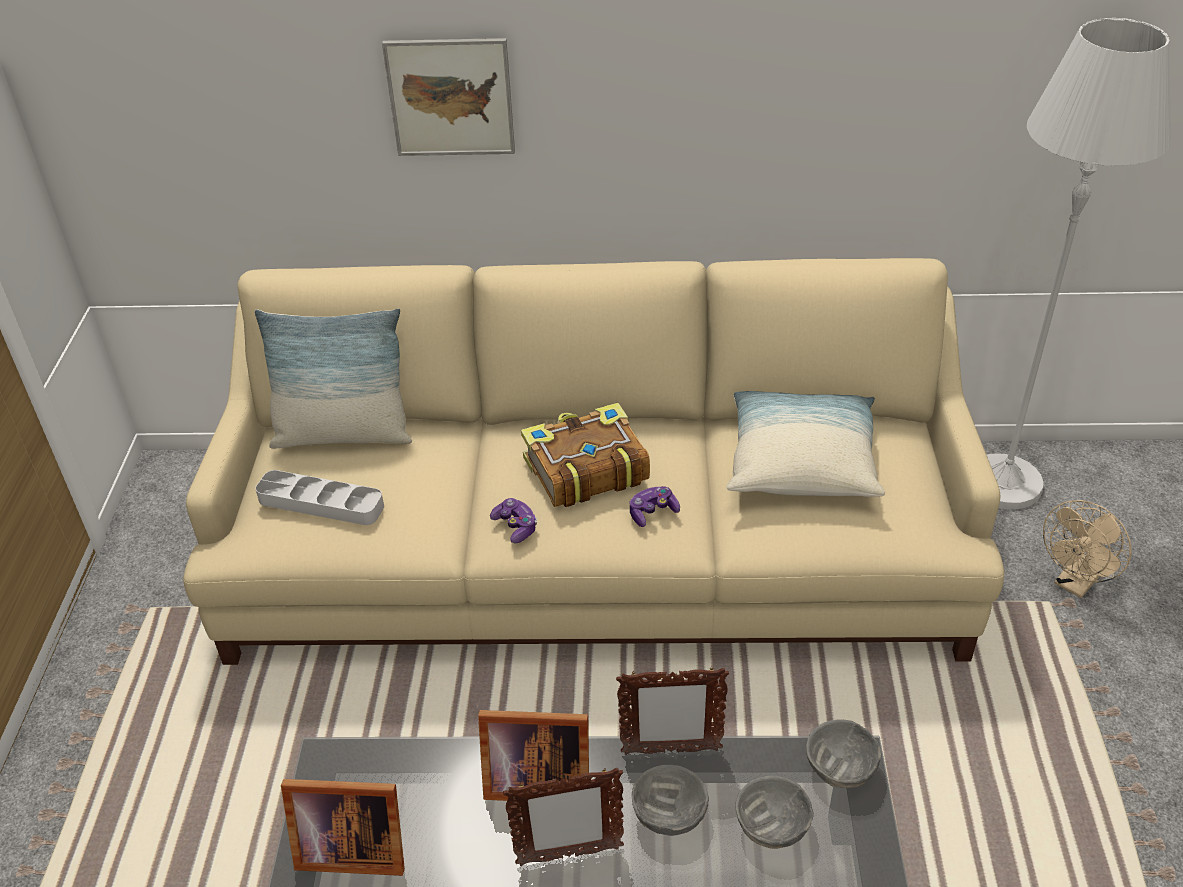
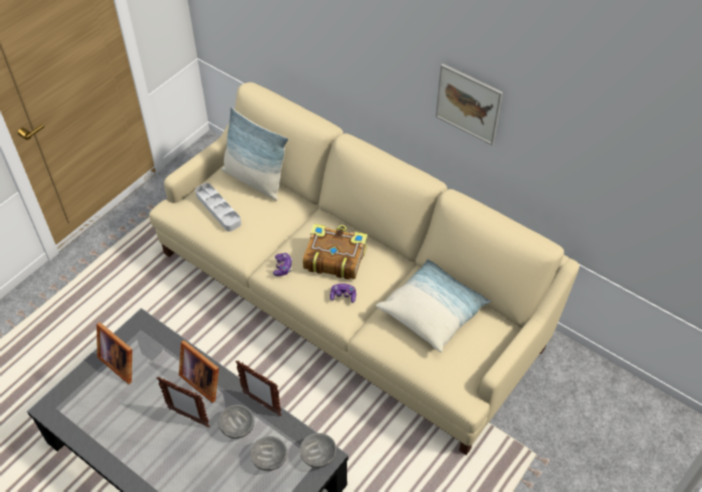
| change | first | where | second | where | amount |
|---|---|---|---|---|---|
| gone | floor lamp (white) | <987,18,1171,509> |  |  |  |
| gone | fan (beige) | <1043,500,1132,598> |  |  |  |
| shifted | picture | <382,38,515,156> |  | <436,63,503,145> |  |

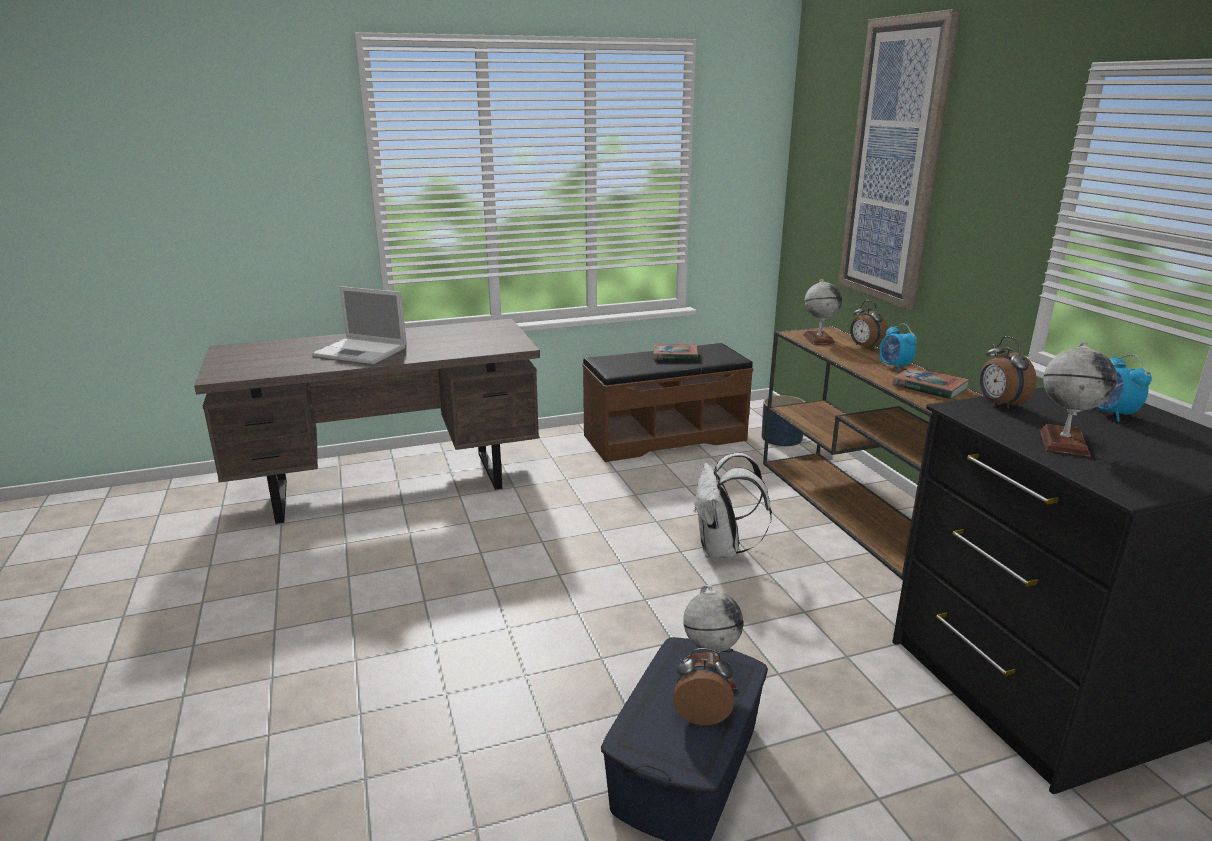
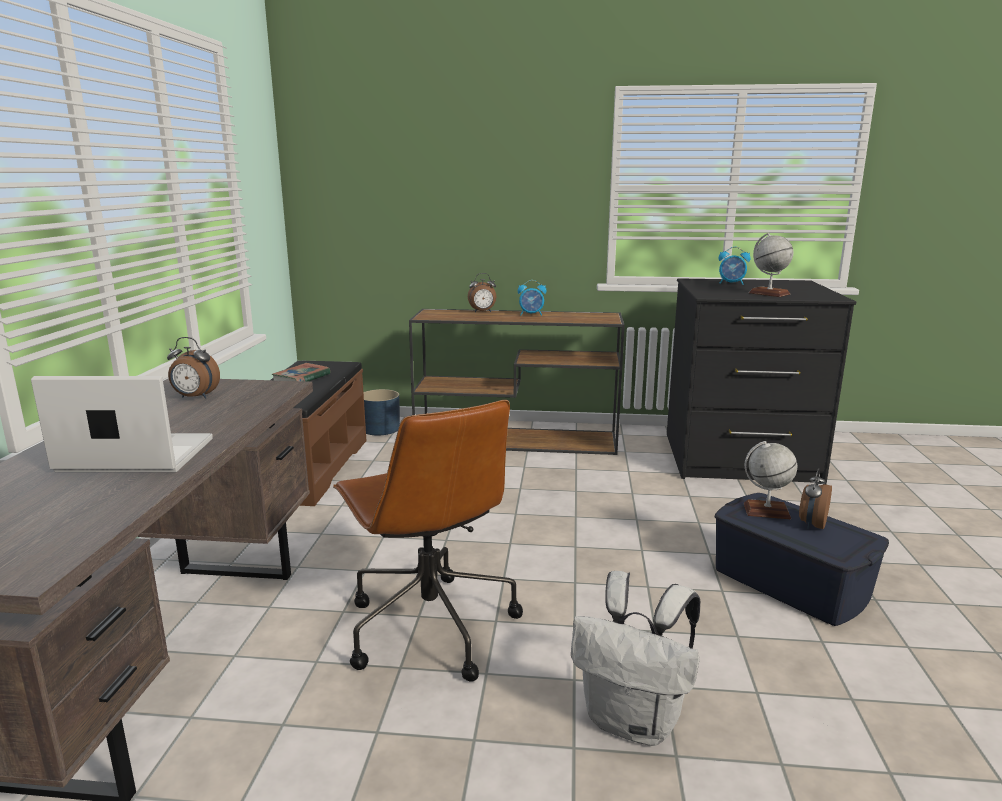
| change | first | where | second | where | amount |
|---|---|---|---|---|---|
| gone | globe | <803,279,842,345> |  |  |  |
| gone | picture | <838,9,961,310> |  |  |  |
| gone | book | <892,367,970,400> |  |  |  |
| new |  |  | office chair (brown) | <333,400,523,682> |  |
| shifted | backpack (white) | <694,453,772,558> |  | <571,571,700,746> |  |
| shifted | alarm clock | <979,336,1037,409> |  | <167,337,220,399> |  |
| rotated | laptop | <312,286,407,364> |  | <31,376,213,472> | 135 degrees counterclockwise |

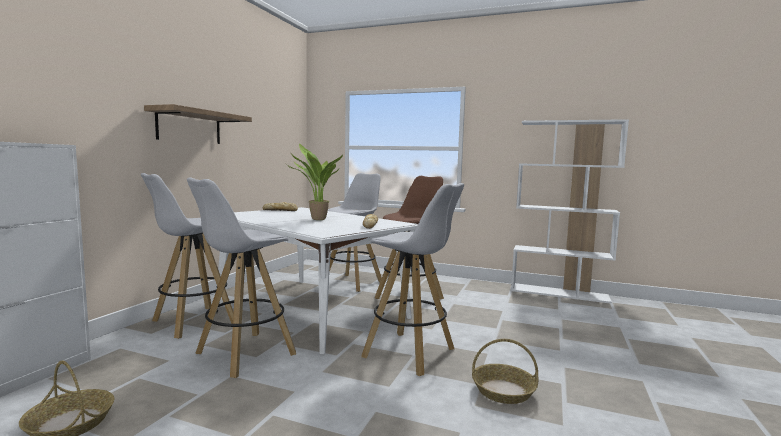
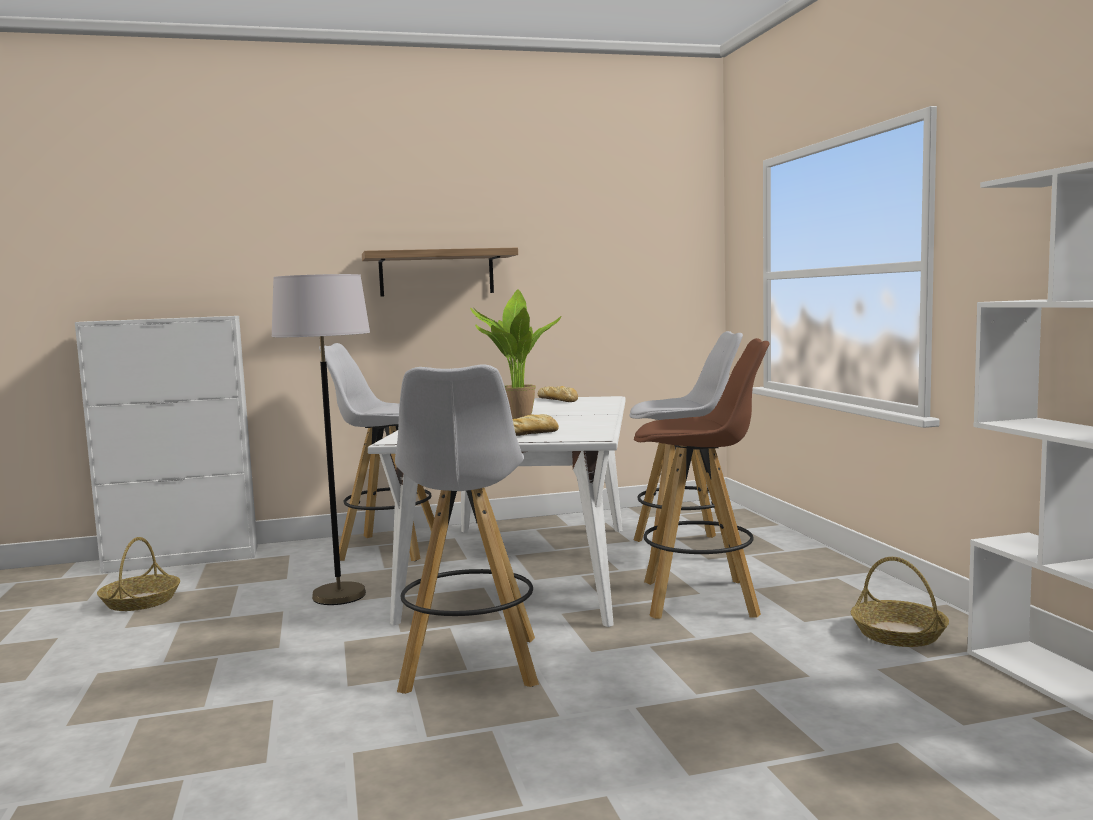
| change | first | where | second | where | amount |
|---|---|---|---|---|---|
| shifted | basket | <472,339,538,404> |  | <851,557,949,647> |  |
| swapped | stool (white) | <187,177,296,378> | floor lamp (grey) | <272,274,370,605> |  |

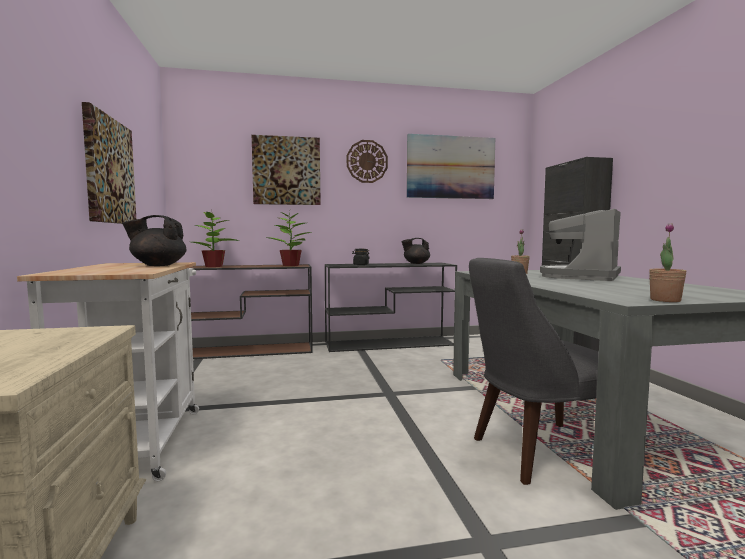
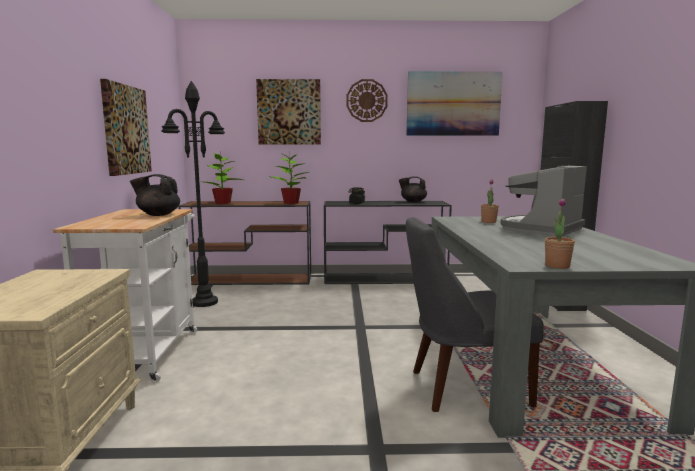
| change | first | where | second | where | amount |
|---|---|---|---|---|---|
| new |  |  | floor lamp (black) | <161,81,225,307> |  |

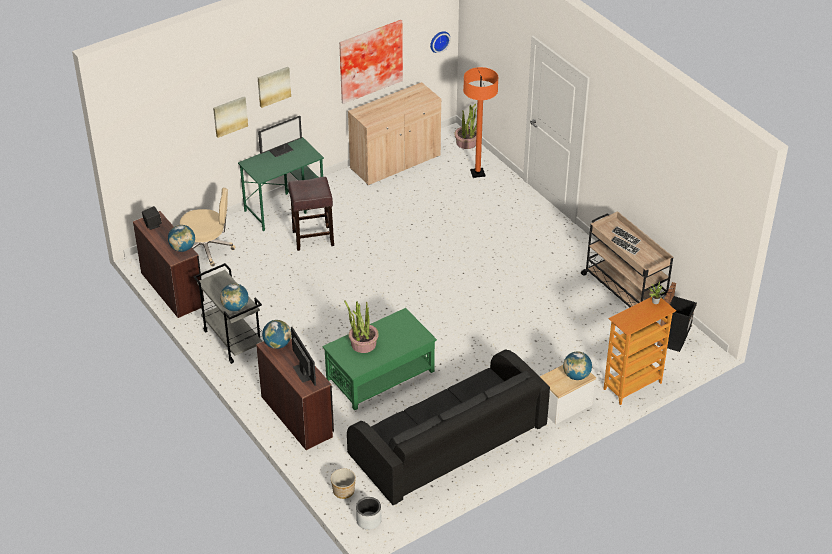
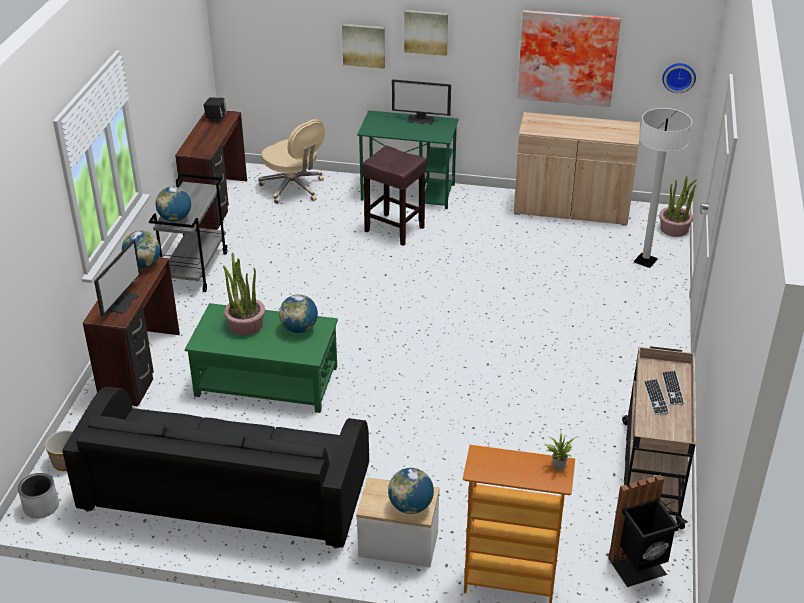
| change | first | where | second | where | amount |
|---|---|---|---|---|---|
| shifted | globe | <168,225,195,252> |  | <279,294,318,333> |  |
| repainted | floor lamp (orange) | <463,67,499,178> | floor lamp (white) | <634,108,692,268> |  |

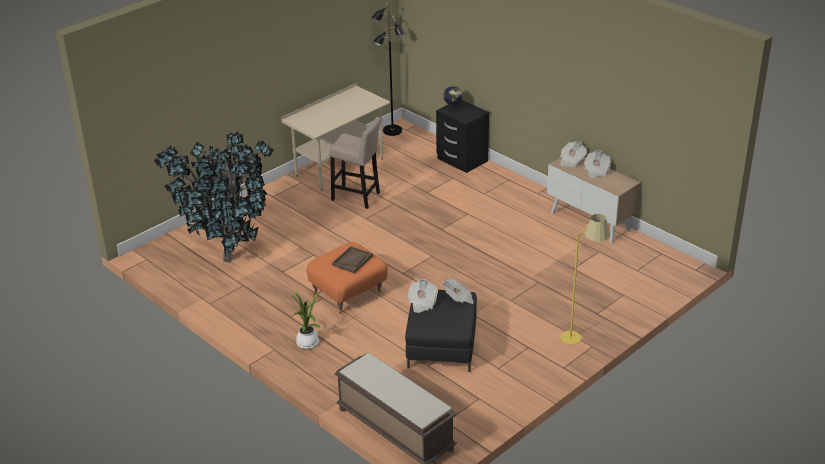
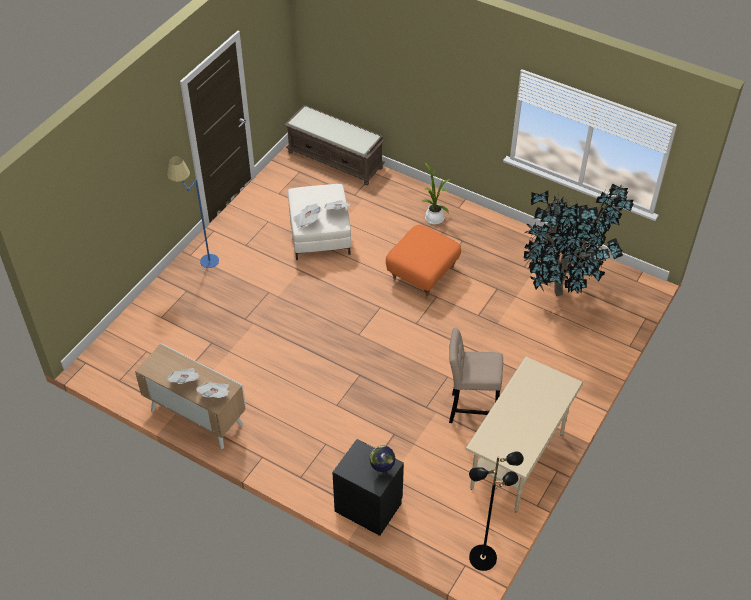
| change | first | where | second | where | amount |
|---|---|---|---|---|---|
| gone | tray (brown) | <332,246,373,273> |  |  |  |
| repainted | ottoman (black) | <405,290,477,372> | ottoman (white) | <288,184,351,260> |  |
| repainted | floor lamp (yellow) | <560,214,610,345> | floor lamp (blue) | <167,156,219,268> |  |

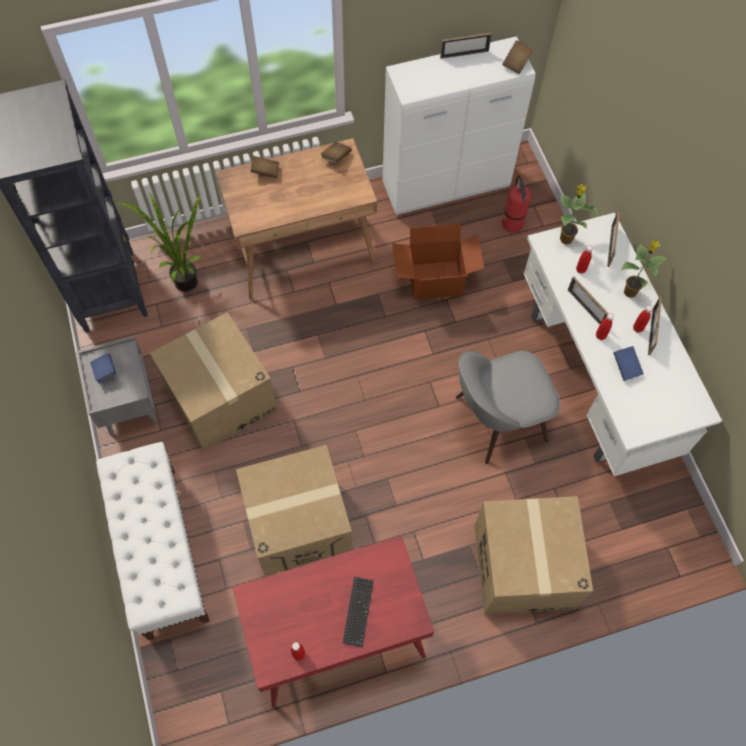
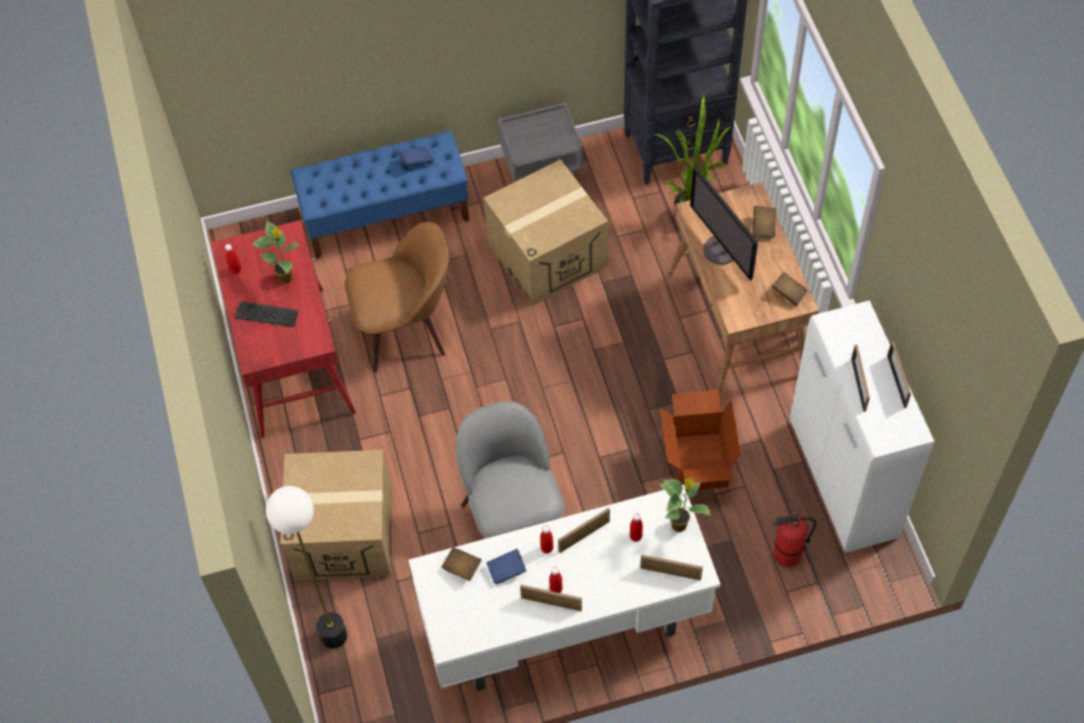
| change | first | where | second | where | amount |
|---|---|---|---|---|---|
| new |  |  | floor lamp | <266,486,347,649> |  |
| new |  |  | monitor | <690,168,758,281> |  |
| new |  |  | picture frame | <851,345,870,412> |  |
| shifted | book (blue) | <90,353,116,383> |  | <399,146,433,166> |  |
| shifted | book (brown) | <502,40,534,74> |  | <441,547,481,581> |  |
| shifted | potted plant | <621,240,668,298> |  | <252,221,301,284> |  |
| swapped | cardboard box | <236,445,353,577> | chair (brown) | <344,222,449,373> |  |
| repainted | bench (white) | <96,442,210,640> | bench (blue) | <290,131,469,259> |  |

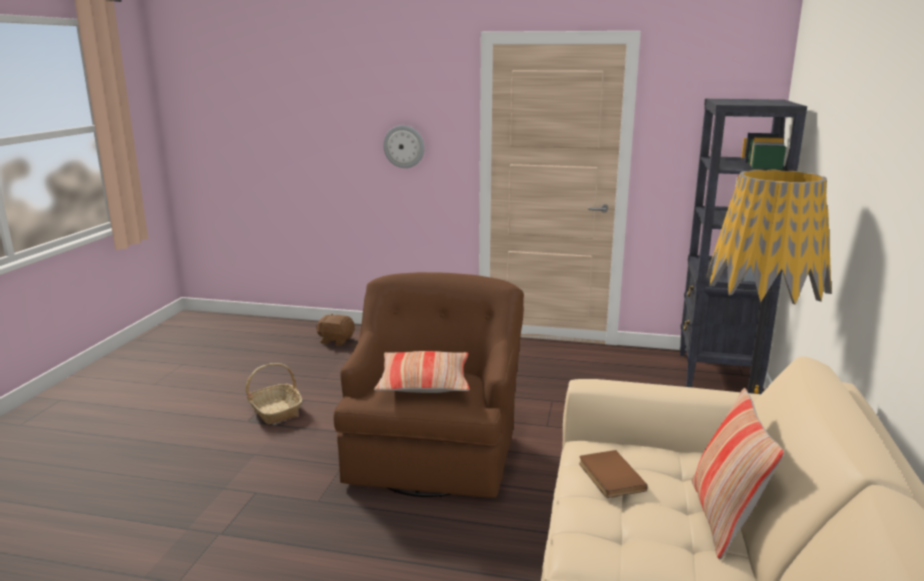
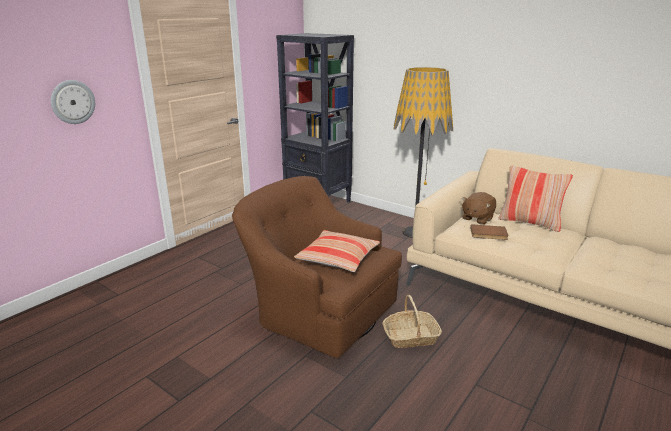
| change | first | where | second | where | amount |
|---|---|---|---|---|---|
| shifted | basket | <246,363,302,425> |  | <382,295,442,348> |  |
| shifted | plush toy (brown) | <316,314,355,346> |  | <462,192,496,225> |  |

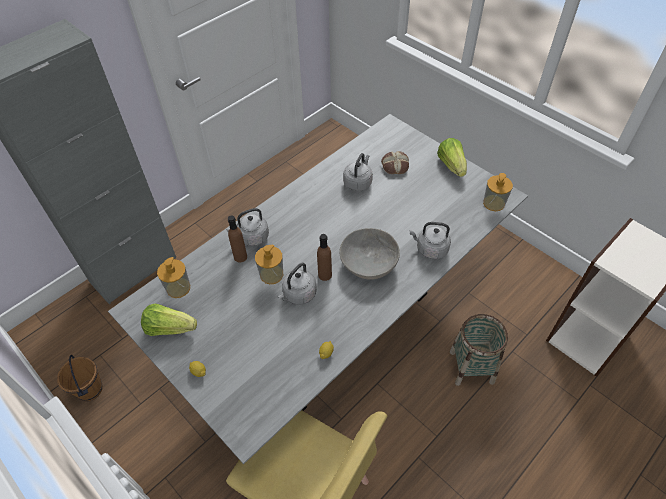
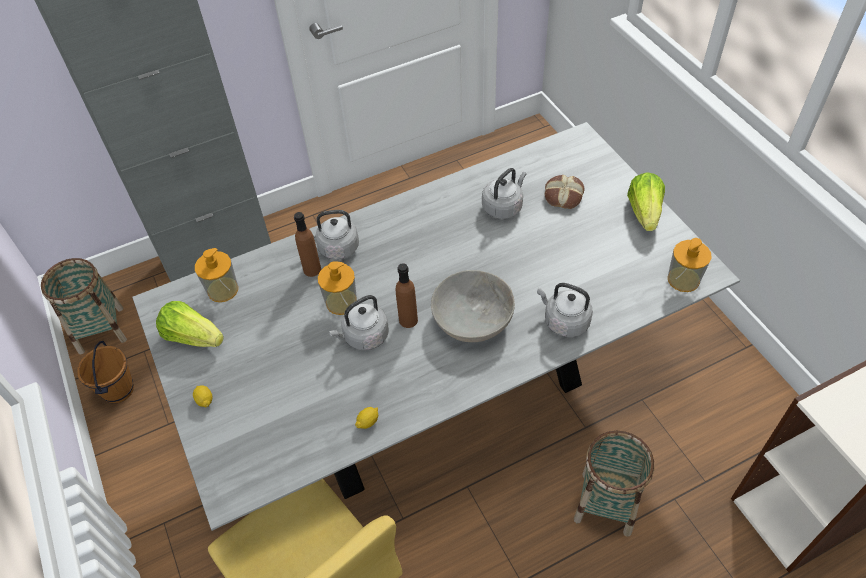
| change | first | where | second | where | amount |
|---|---|---|---|---|---|
| new |  |  | basket | <41,258,127,354> |  |

